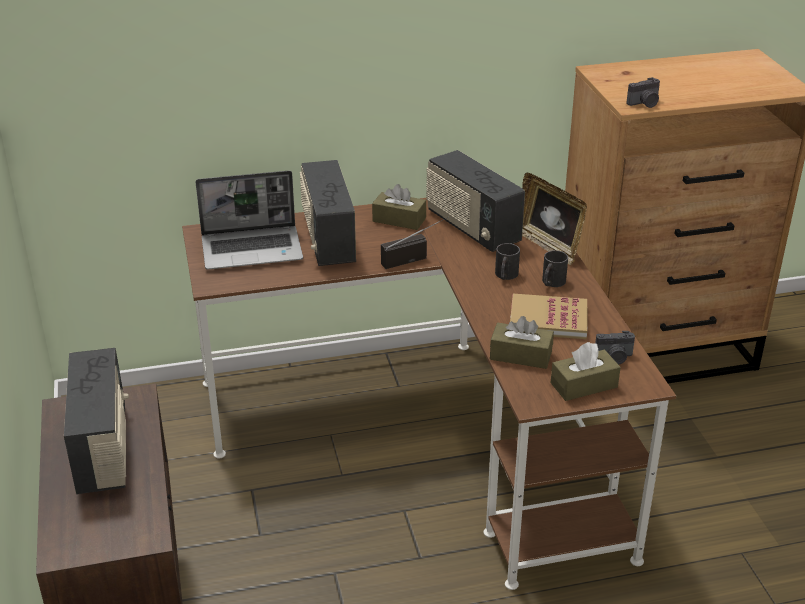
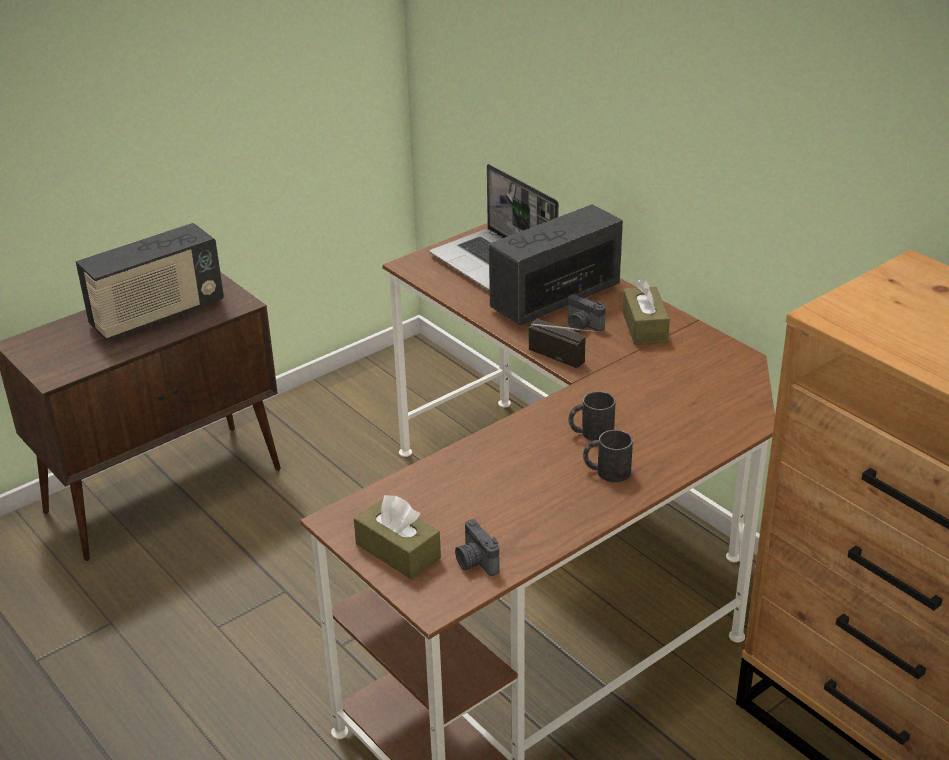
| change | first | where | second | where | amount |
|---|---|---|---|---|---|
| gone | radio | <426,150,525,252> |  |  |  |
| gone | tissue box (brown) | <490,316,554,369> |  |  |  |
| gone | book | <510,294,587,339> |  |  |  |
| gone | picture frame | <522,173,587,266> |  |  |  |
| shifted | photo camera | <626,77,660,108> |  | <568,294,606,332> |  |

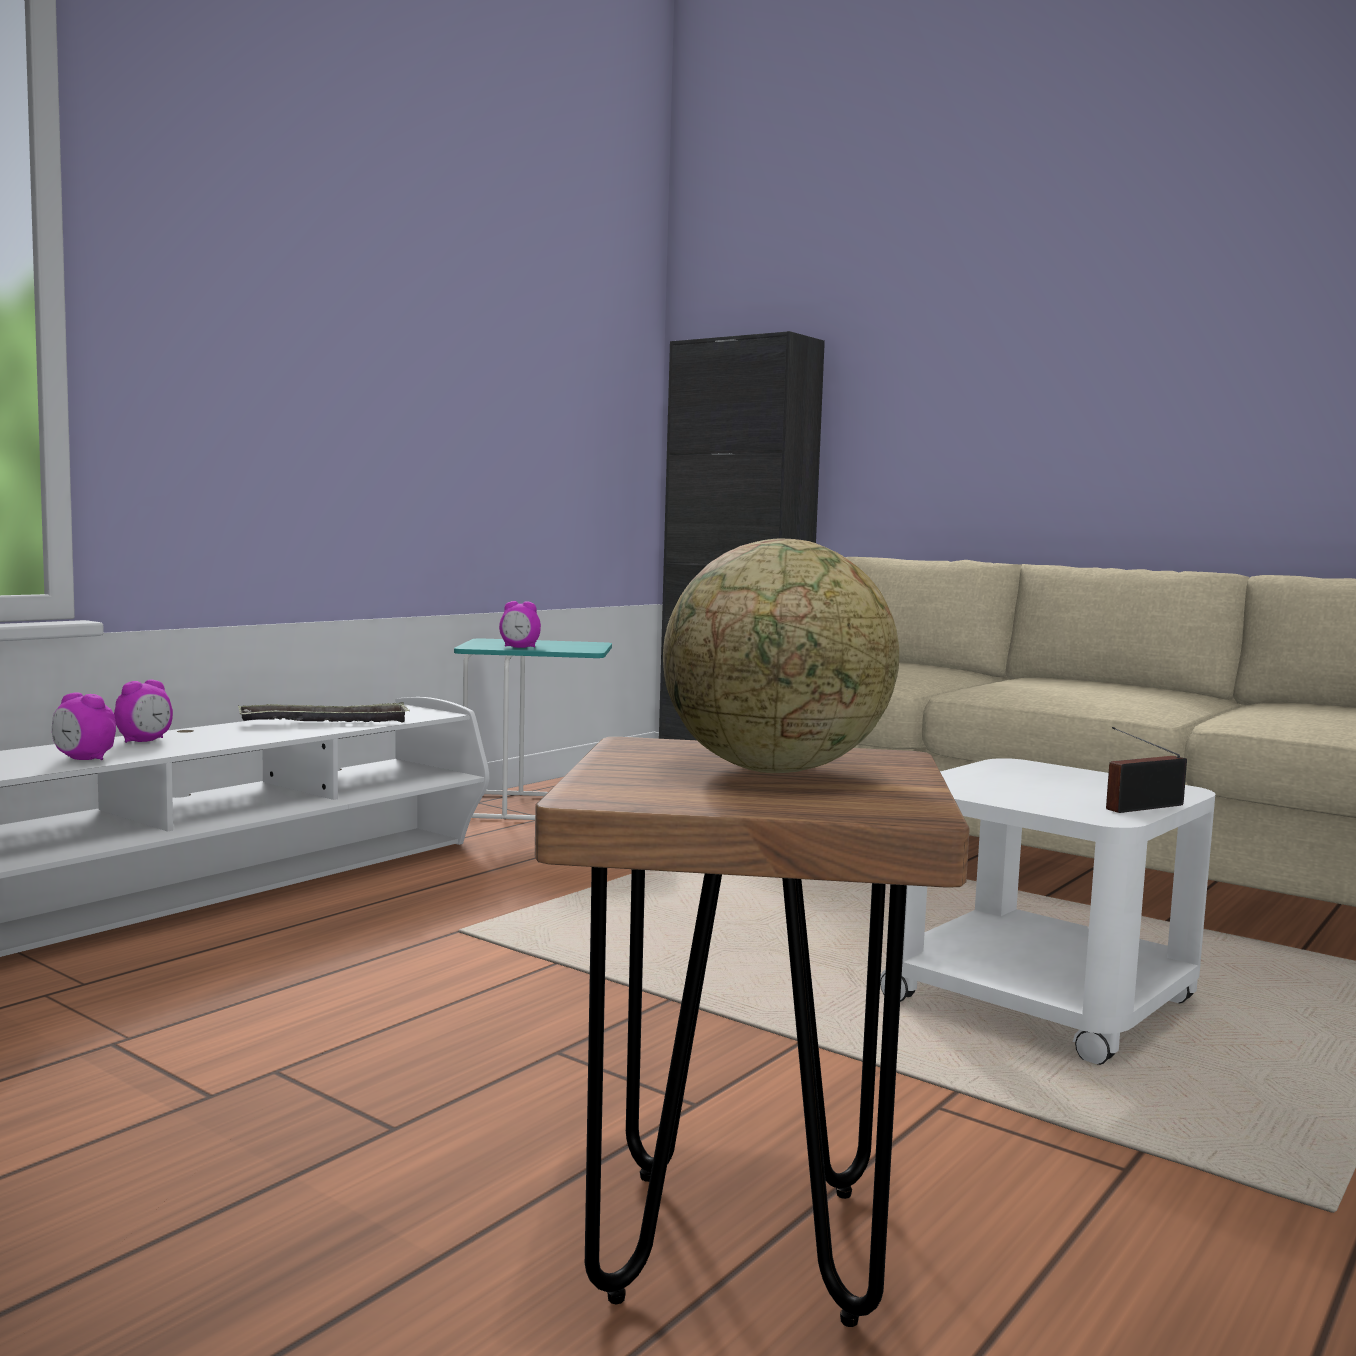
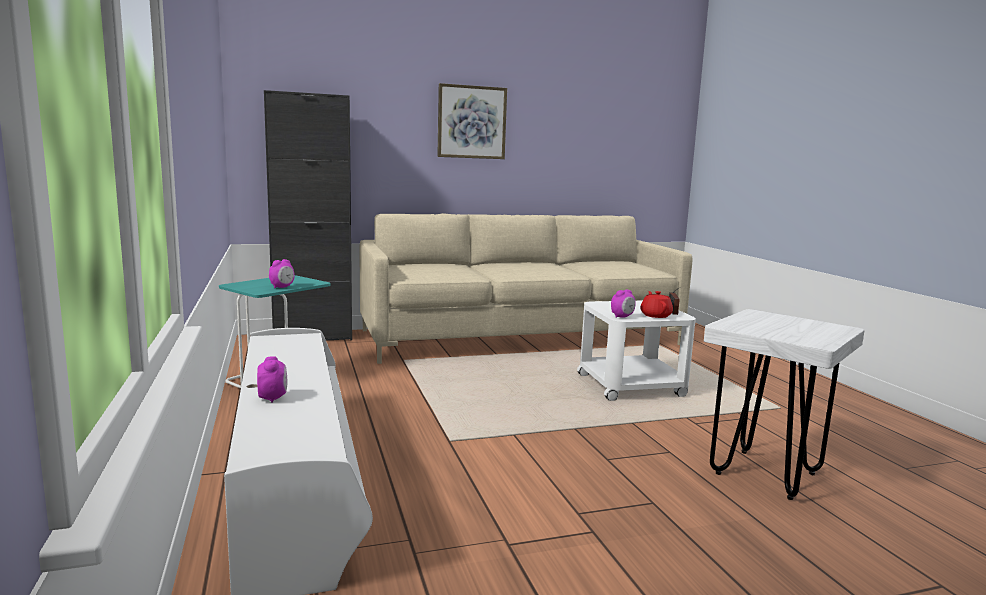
| change | first | where | second | where | amount |
|---|---|---|---|---|---|
| gone | tray | <238,702,410,722> |  |  |  |
| gone | globe | <663,538,899,773> |  |  |  |
| new |  |  | picture | <437,83,507,159> |  |
| new |  |  | teapot (red) | <640,291,673,318> |  |
| shifted | alarm clock | <52,692,116,760> |  | <611,289,635,318> |  |
| repainted | stool (brown) | <535,737,970,1327> | stool (white) | <704,309,865,500> |  |

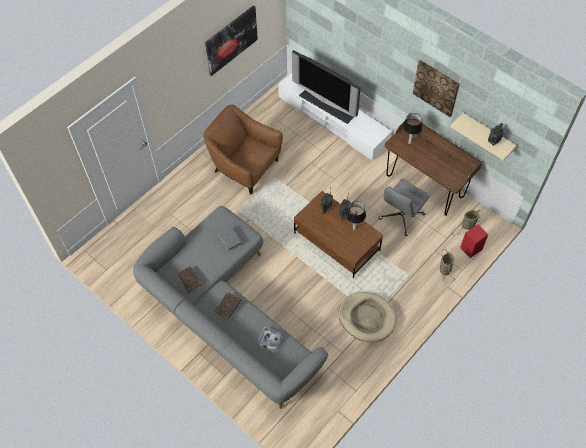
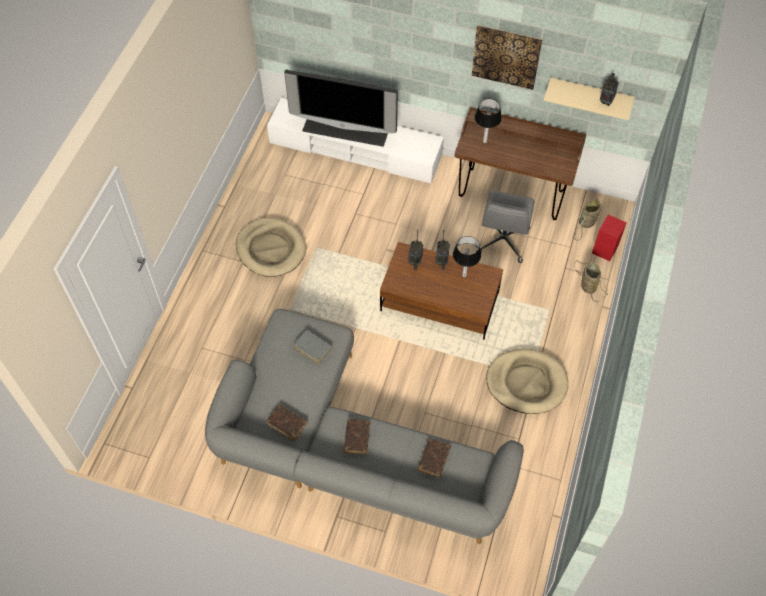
| change | first | where | second | where | amount |
|---|---|---|---|---|---|
| gone | picture | <205,5,258,76> |  |  |  |
| swapped | armchair (brown) | <203,104,283,194> | dog bed (beige) | <236,217,306,277> |  |
| swapped | tray | <257,327,283,352> | book (brown) | <417,438,451,478> |  |

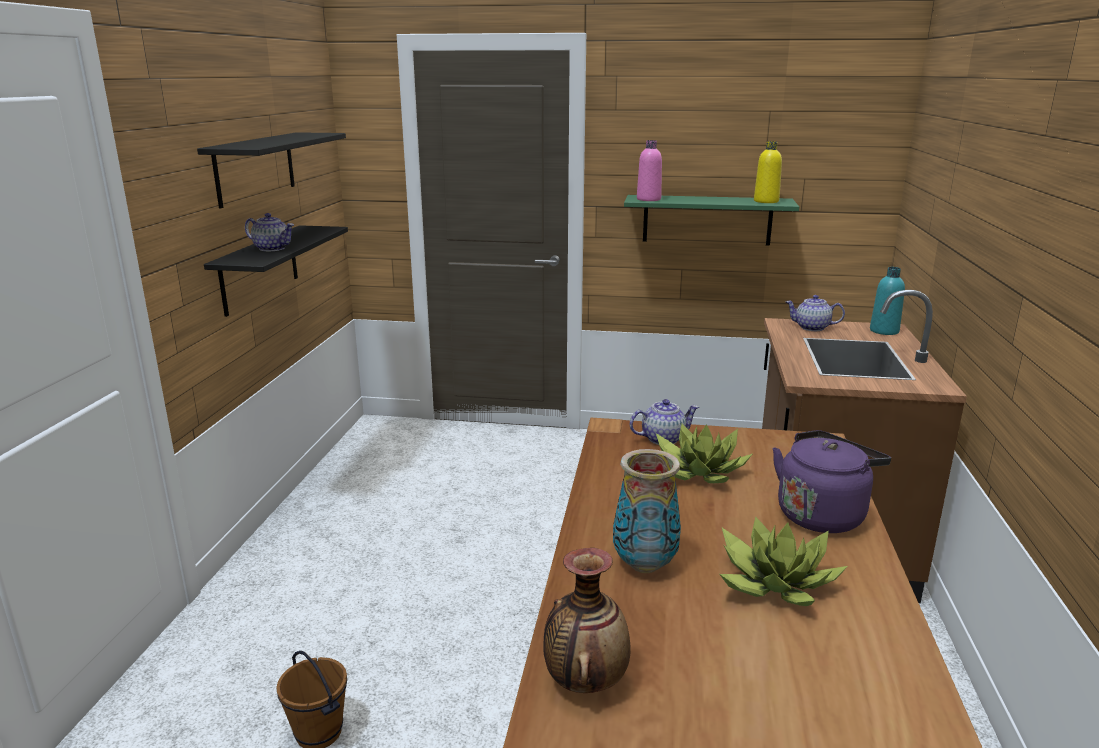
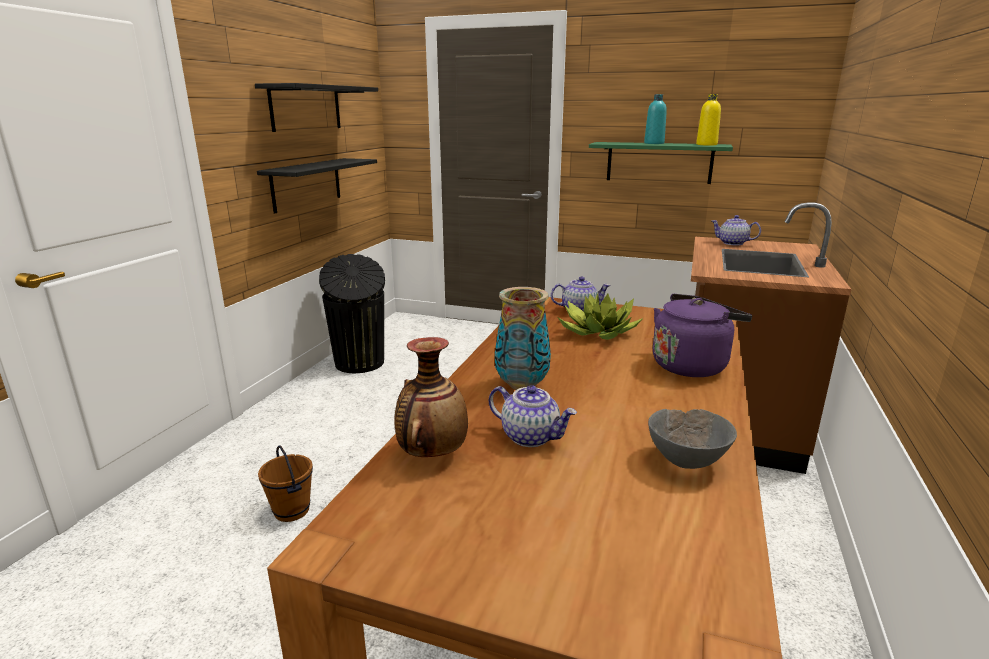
| change | first | where | second | where | amount |
|---|---|---|---|---|---|
| gone | bottle (pink) | <637,140,662,201> |  |  |  |
| gone | potted plant | <720,516,848,606> |  |  |  |
| new |  |  | trash can (black) | <319,254,385,373> |  |
| new |  |  | bowl (grey) | <648,409,737,469> |  |
| shifted | teapot | <245,213,294,251> |  | <489,385,577,447> |  |
| shifted | bottle (turquoise) | <870,267,905,335> |  | <644,94,667,144> |  |

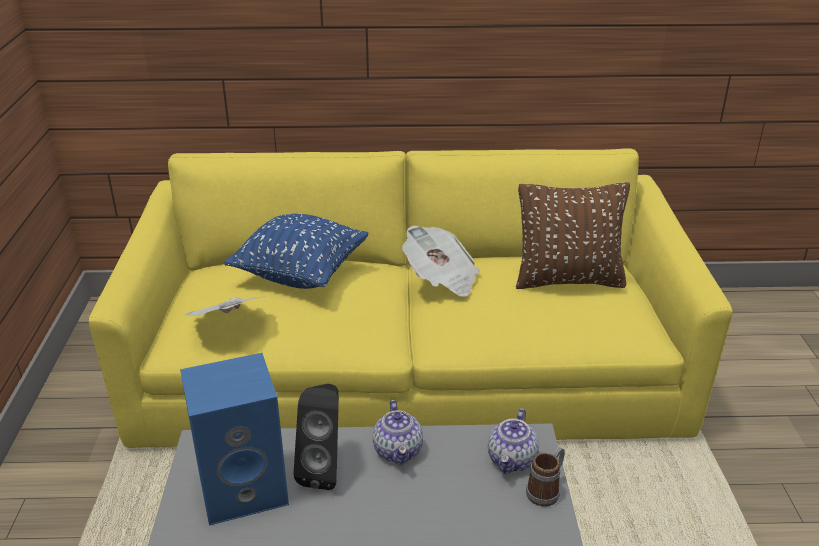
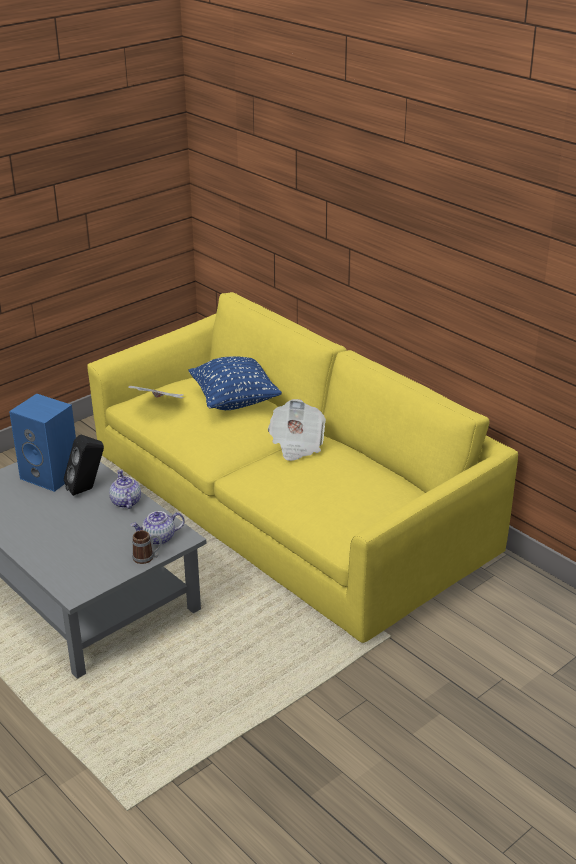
| change | first | where | second | where | amount |
|---|---|---|---|---|---|
| gone | pillow (brown) | <516,182,630,289> |  |  |  |
| rotated | teapot | <373,400,423,465> |  | <109,470,141,509> | 120 degrees clockwise |

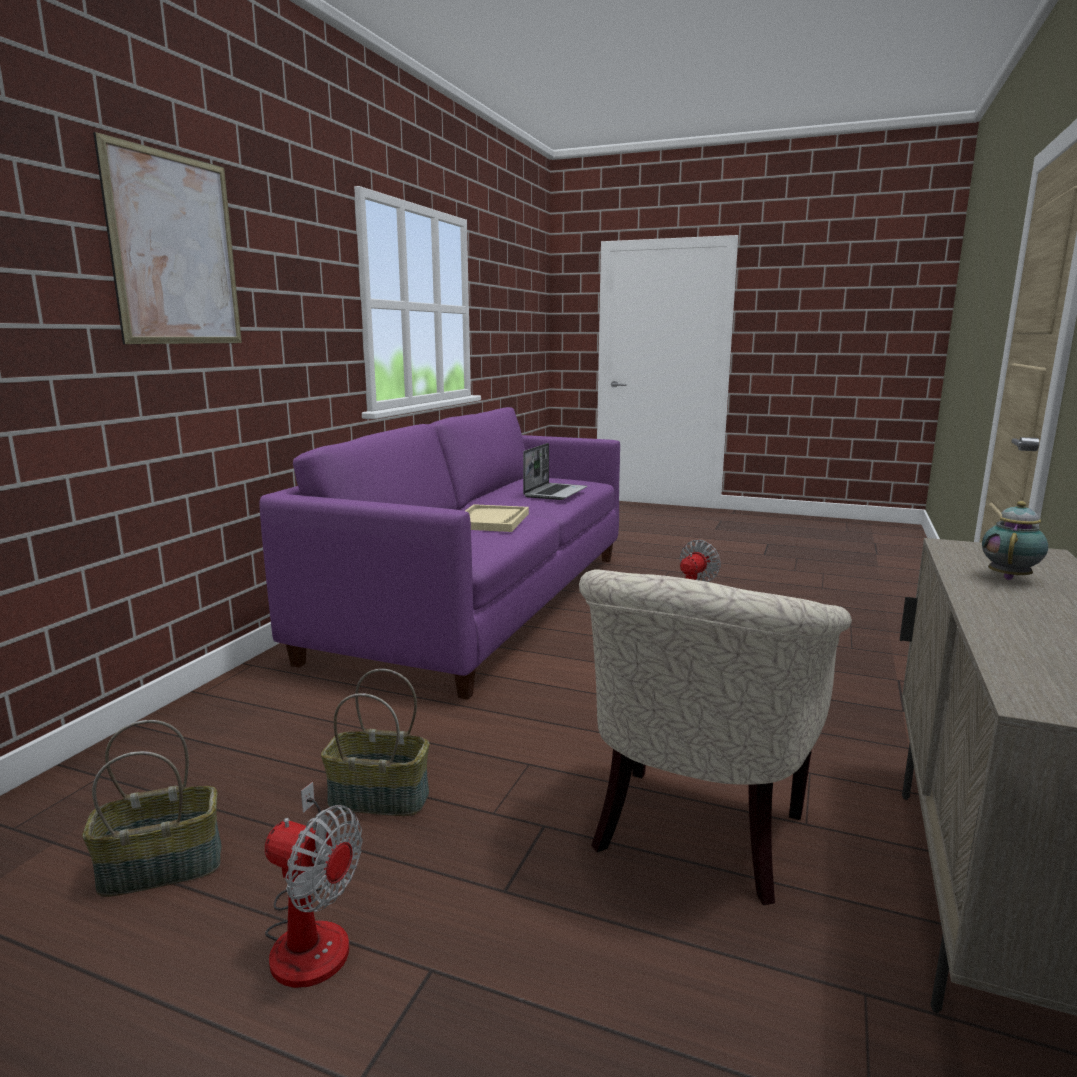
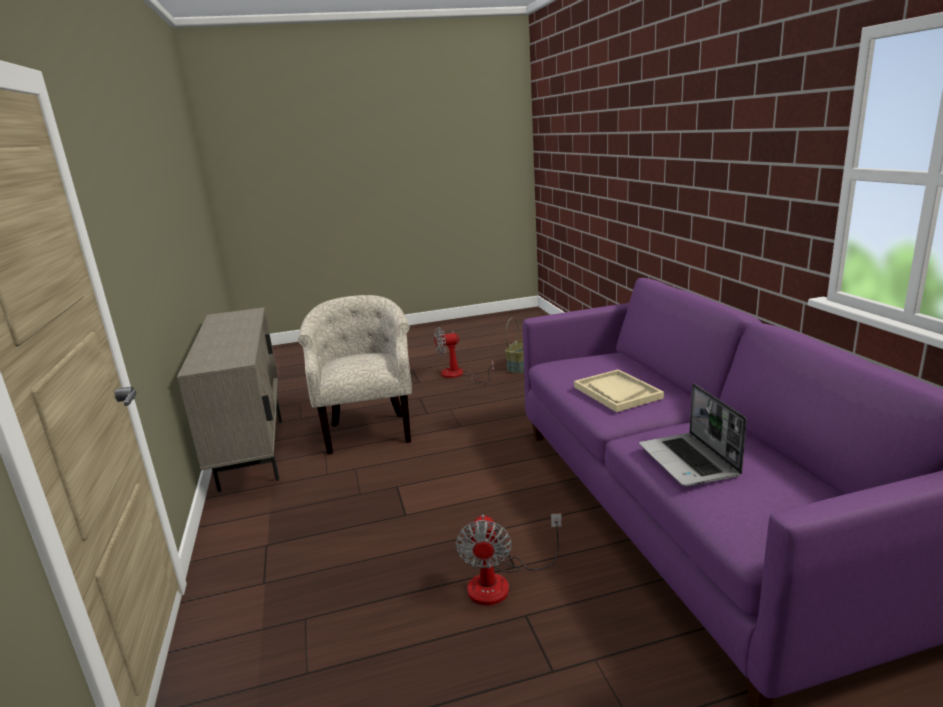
| change | first | where | second | where | amount |
|---|---|---|---|---|---|
| gone | picture | <93,132,242,344> |  |  |  |
| gone | basket | <321,669,429,816> |  |  |  |
| gone | teapot | <982,501,1048,580> |  |  |  |

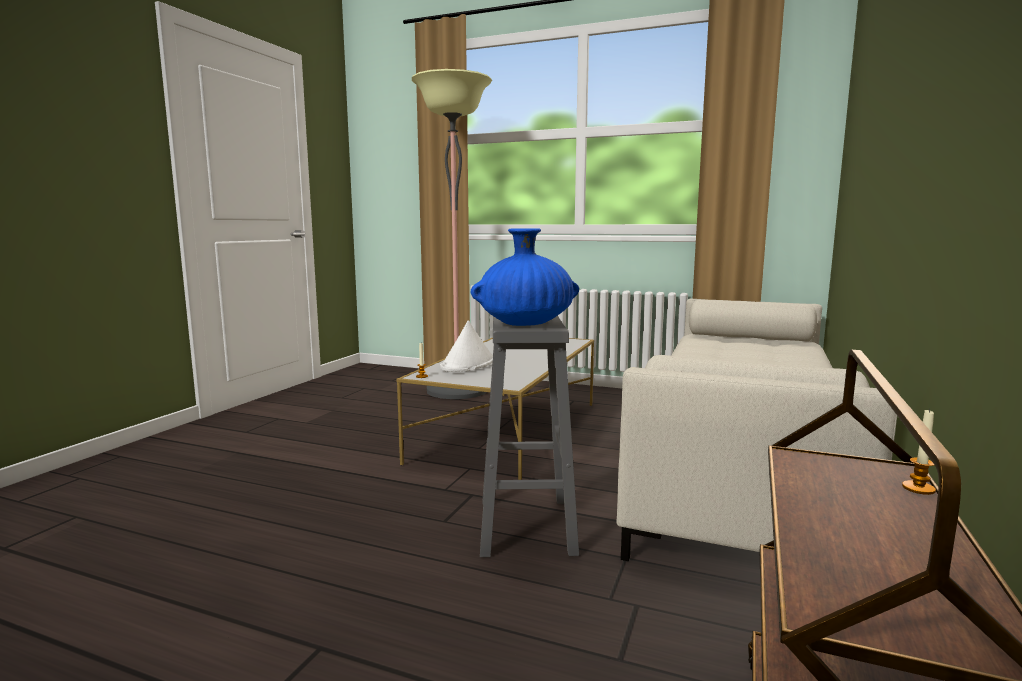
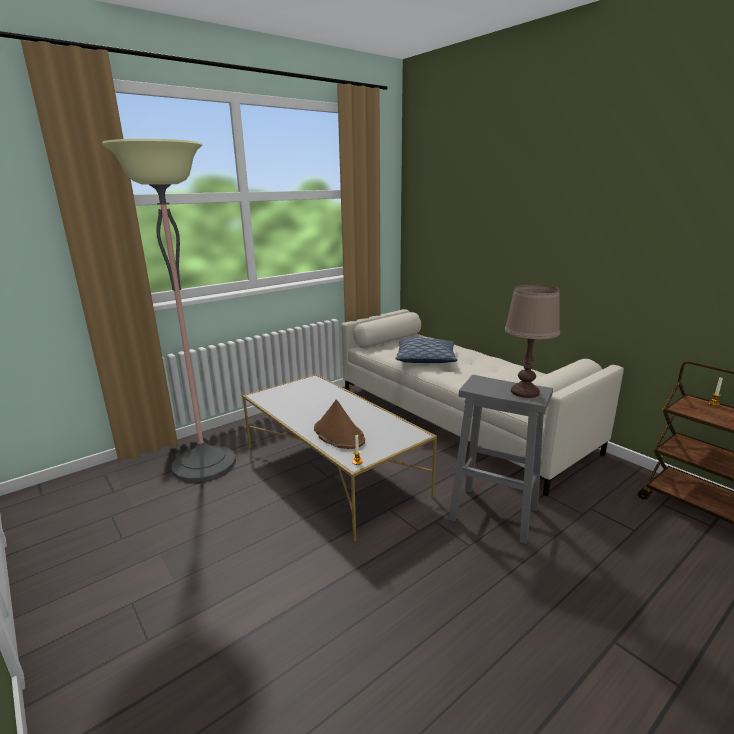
| change | first | where | second | where | amount |
|---|---|---|---|---|---|
| new |  |  | pillow | <395,337,457,363> |  |
| swapped | vase (blue) | <470,228,579,326> | table lamp (brown) | <505,285,560,398> |  |
| repainted | hat (white) | <440,320,493,372> | hat (brown) | <314,400,365,449> |  |

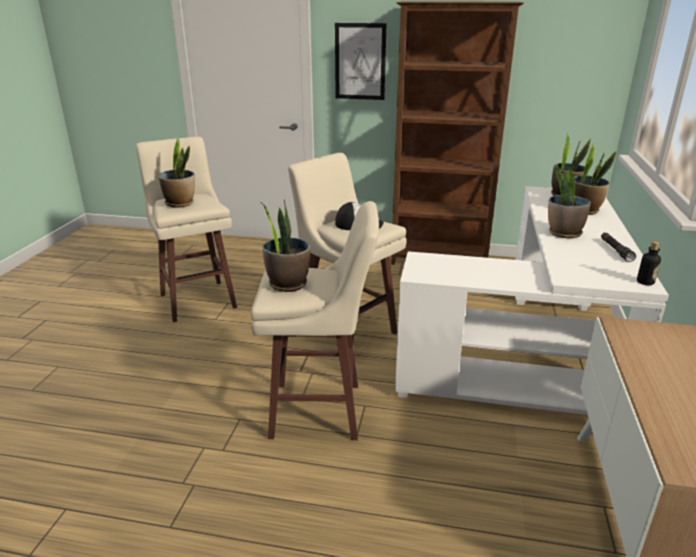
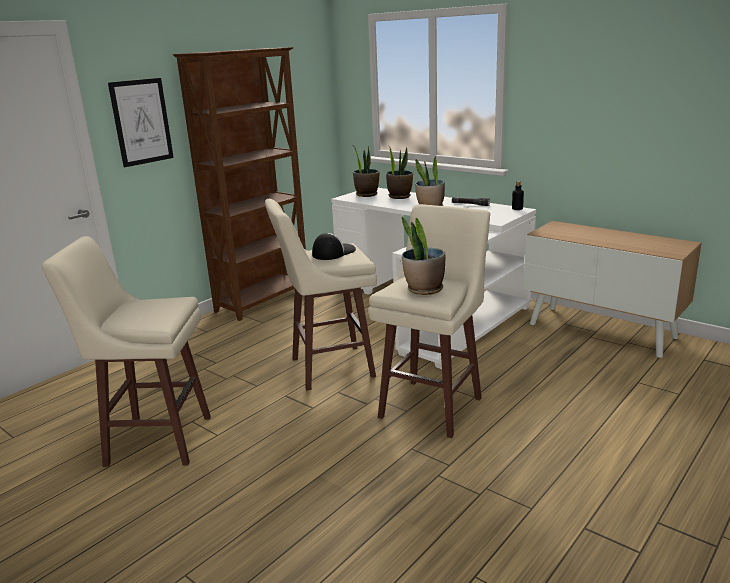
| change | first | where | second | where | amount |
|---|---|---|---|---|---|
| gone | potted plant | <159,137,195,208> |  |  |  |

